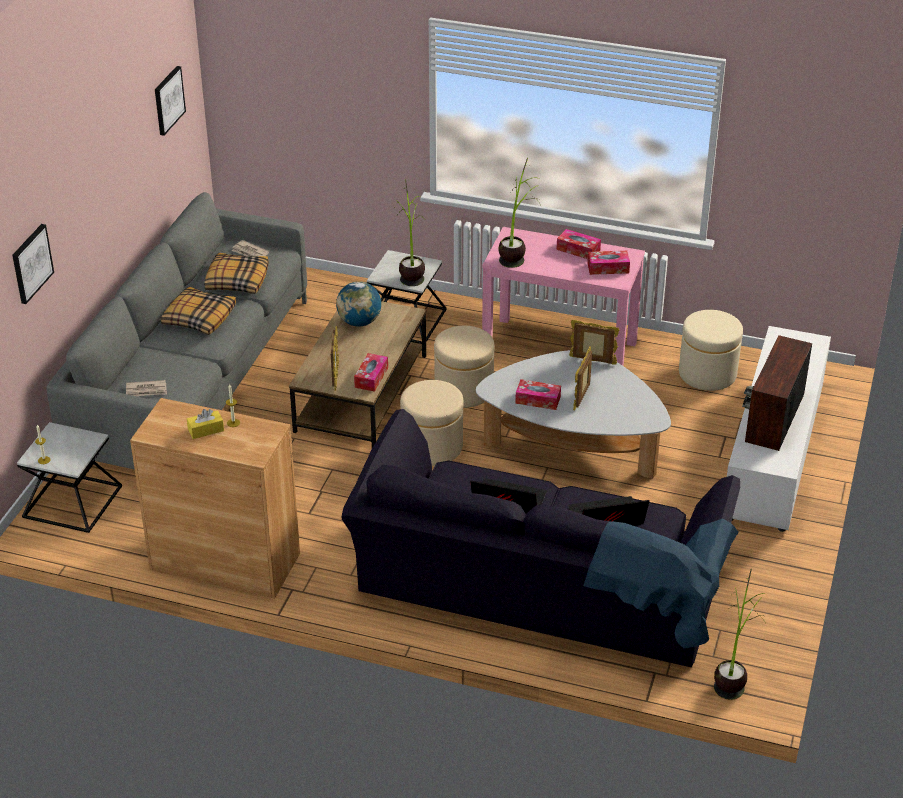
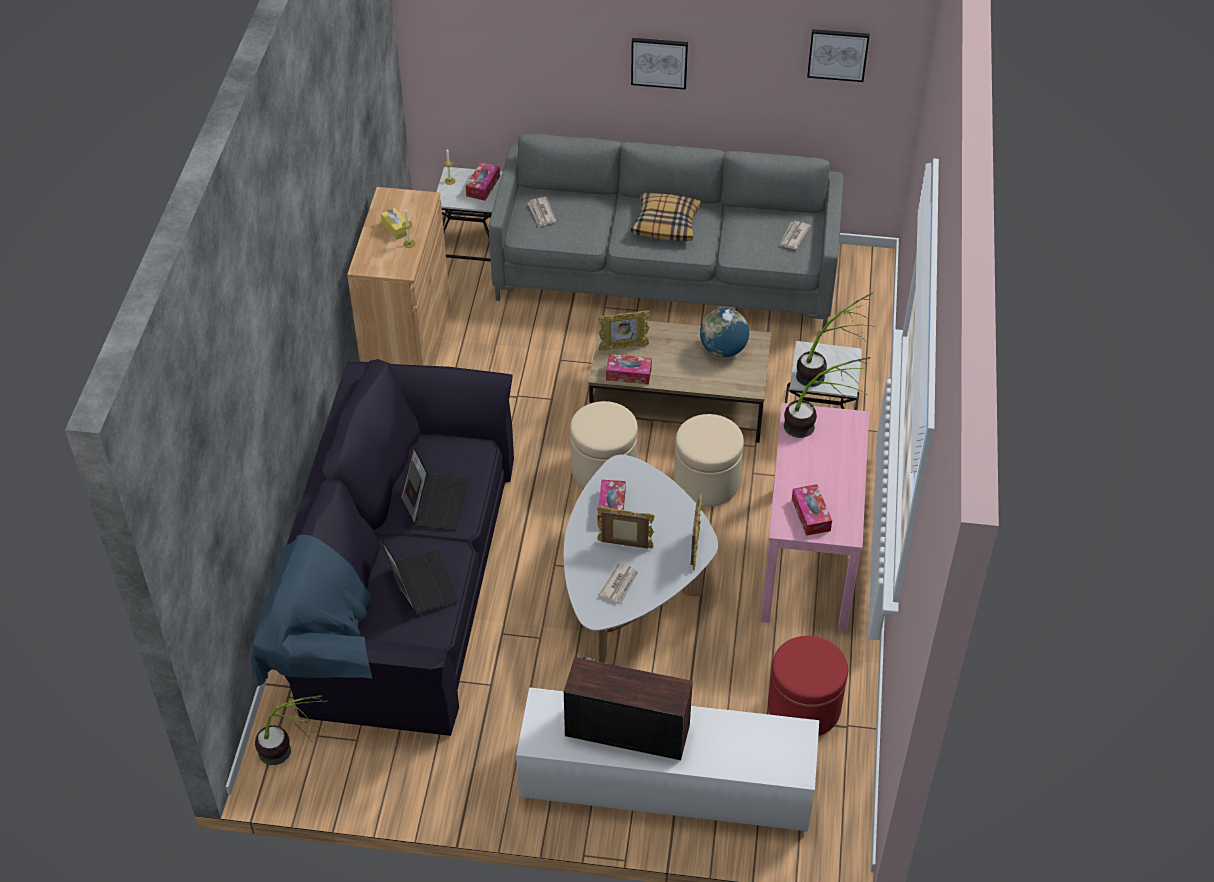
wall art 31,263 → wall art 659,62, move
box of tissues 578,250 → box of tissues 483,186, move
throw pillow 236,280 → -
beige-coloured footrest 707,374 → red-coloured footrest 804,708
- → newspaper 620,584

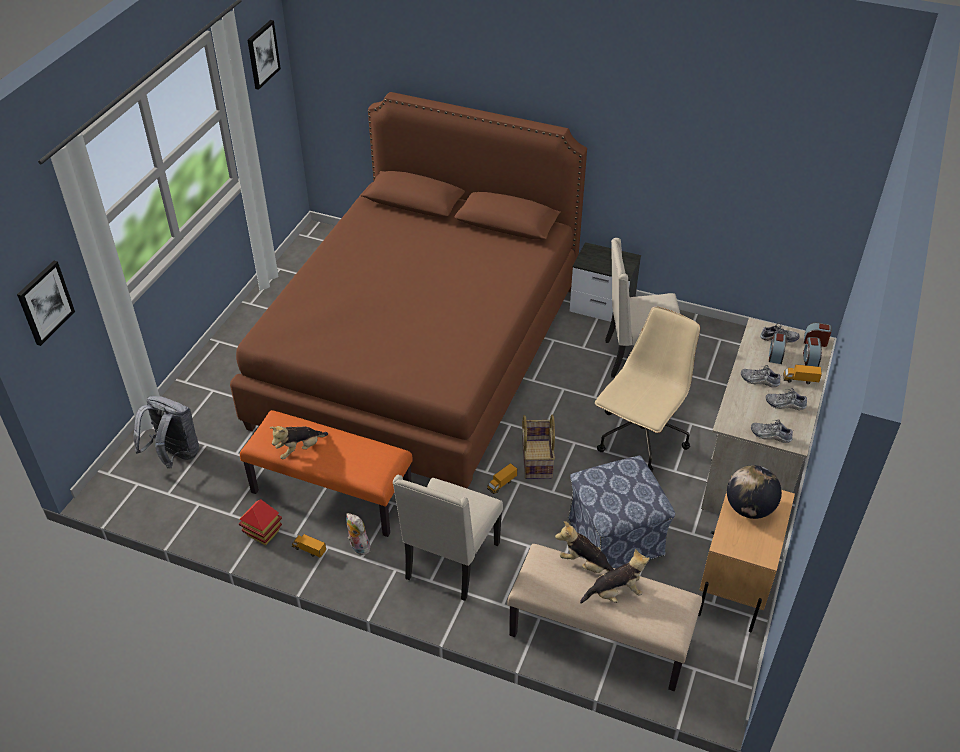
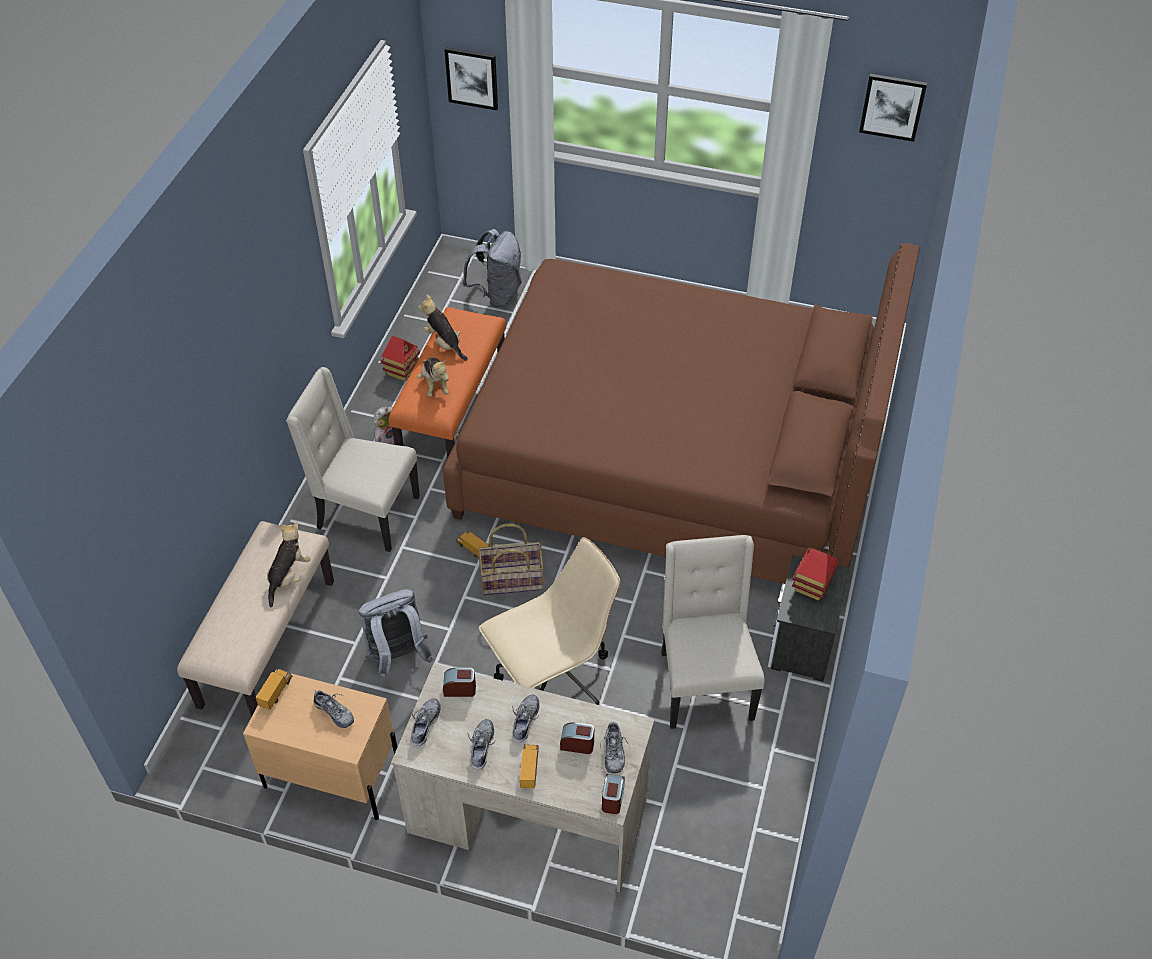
beige-coloured computer chair 640,439 → beige-coloured computer chair 553,684, 60 degrees counterclockwise
bedside clock 810,359 → bedside clock 460,689, move
footrest 616,538 → greyish knapsack 398,658
world globe 749,508 → shoe 334,712
toy truck 309,550 → toy truck 276,693, move
soft toy 615,593 → soft toy 435,384, move
- → toy house 812,586

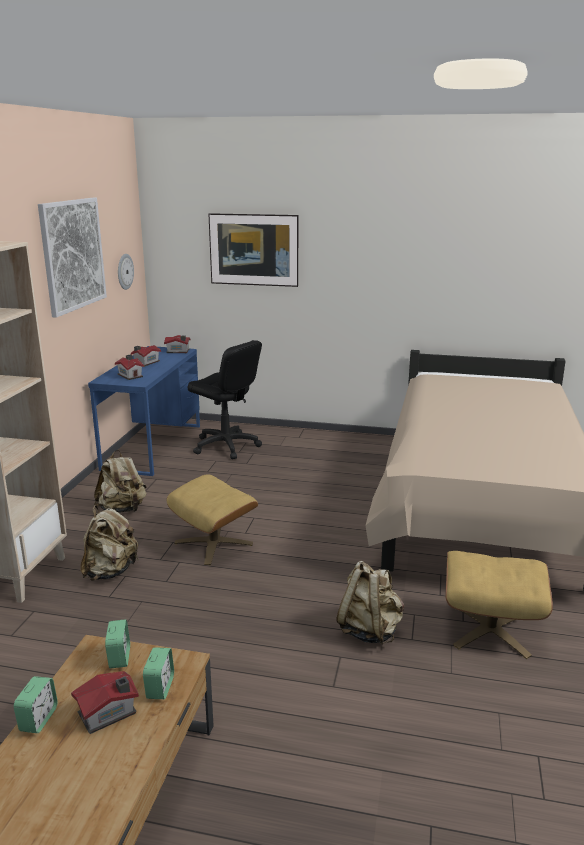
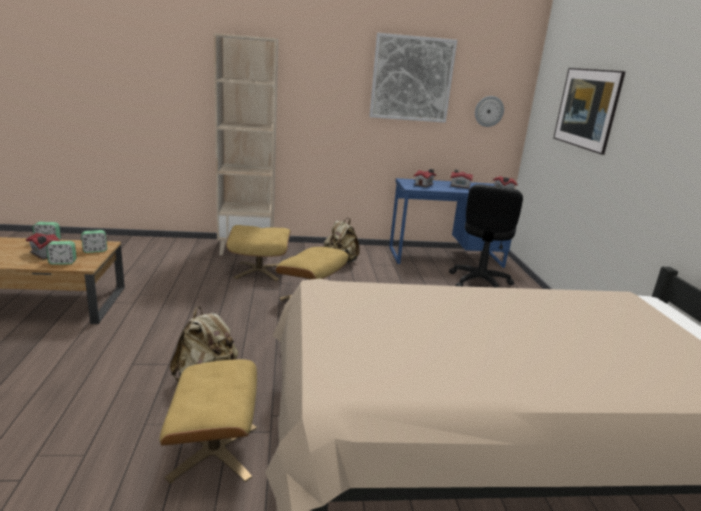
beige-coloured knapsack 110,571 → beige-coloured footrest 259,271

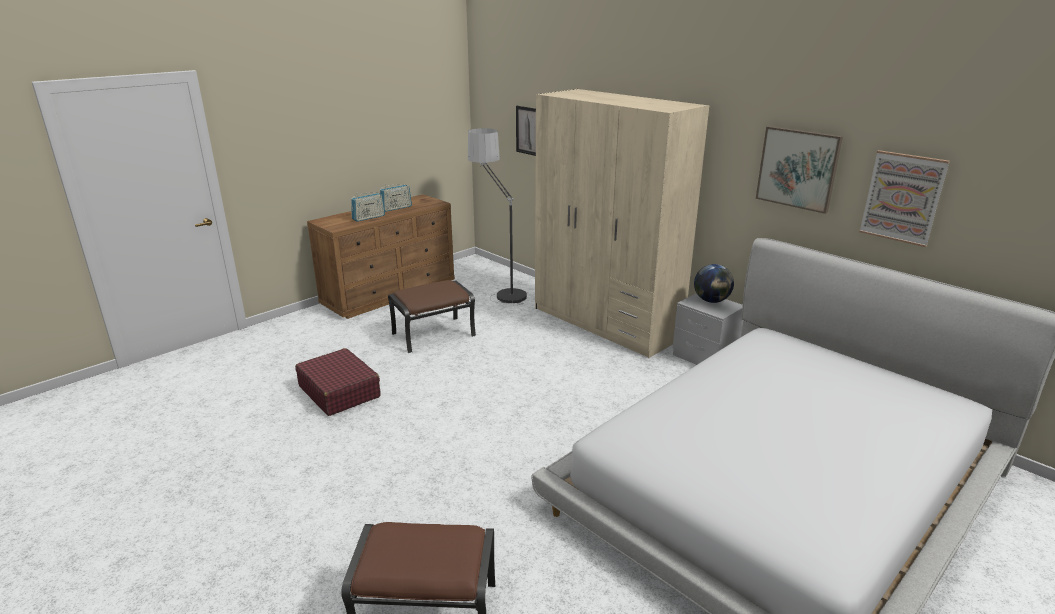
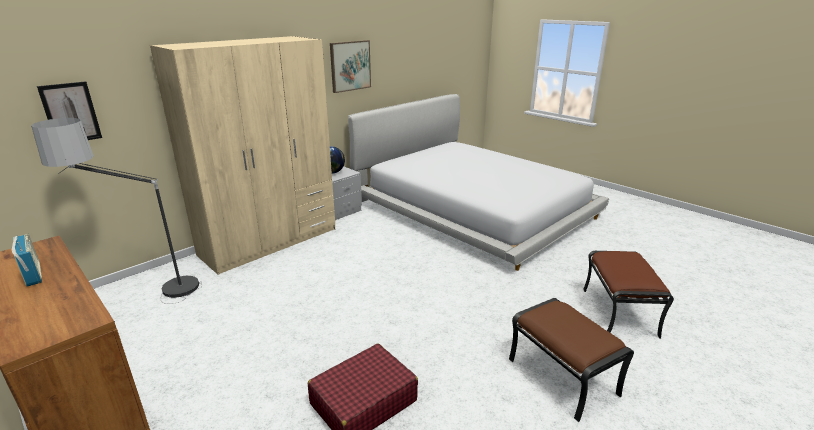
wall art 902,198 → -
radio receiver 368,218 → -
brownish footrest 434,334 → brownish footrest 561,377, move

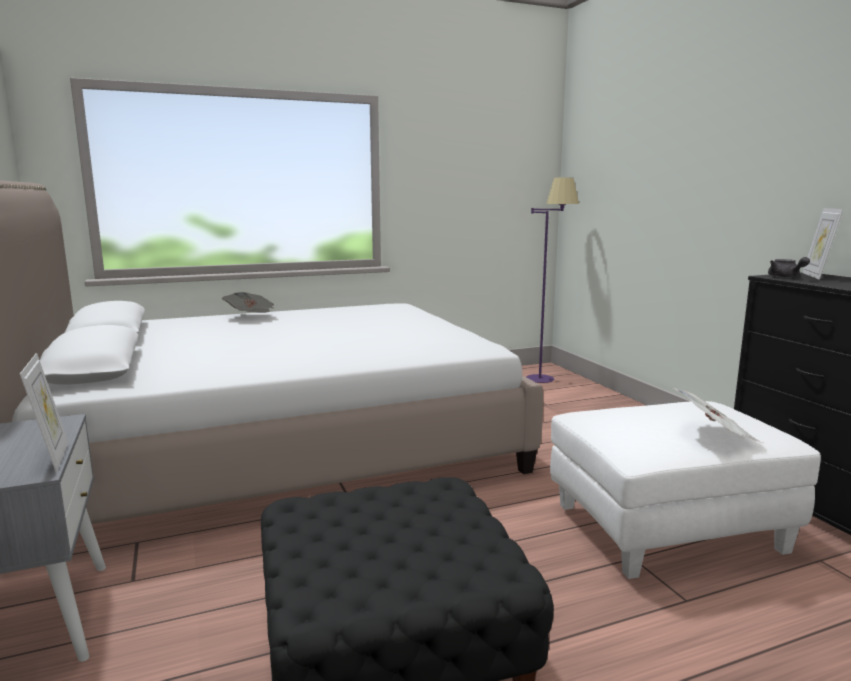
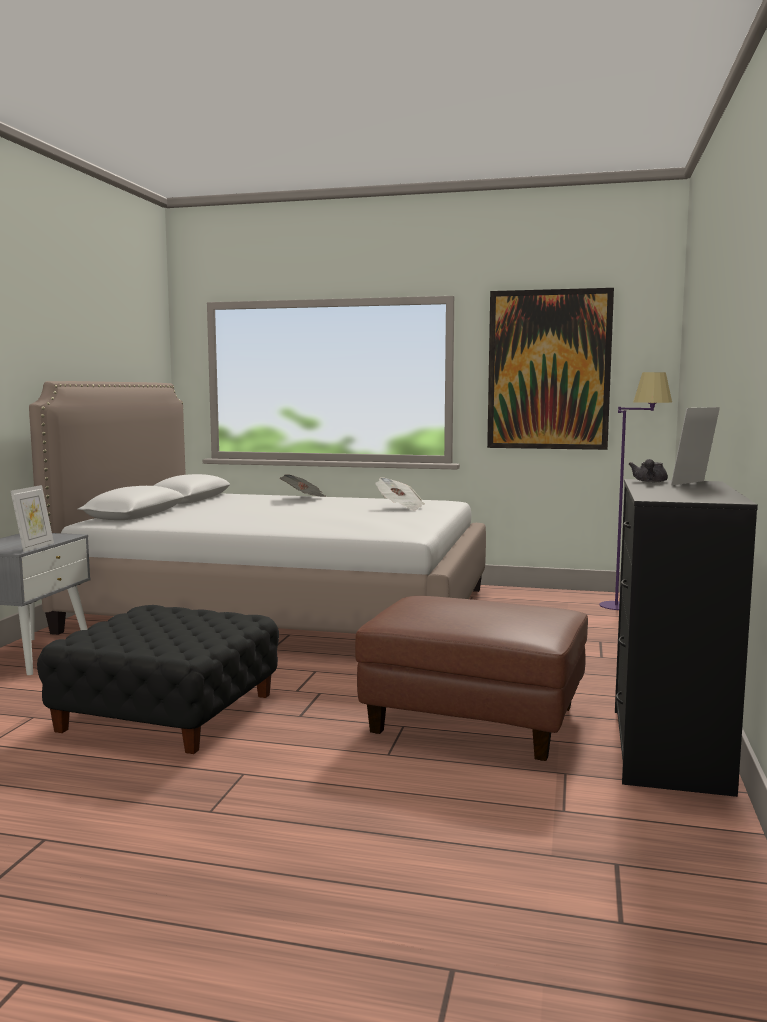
newspaper 715,436 → newspaper 400,507, move
white-coloured footrest 666,529 → brownish footrest 473,721
- → wall art 548,370

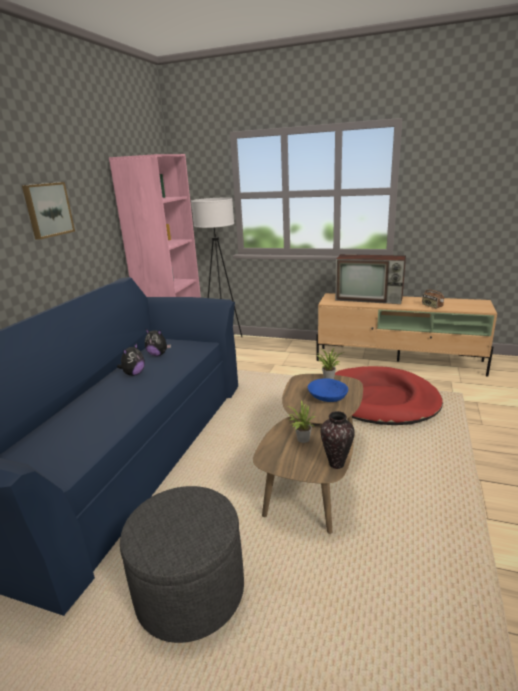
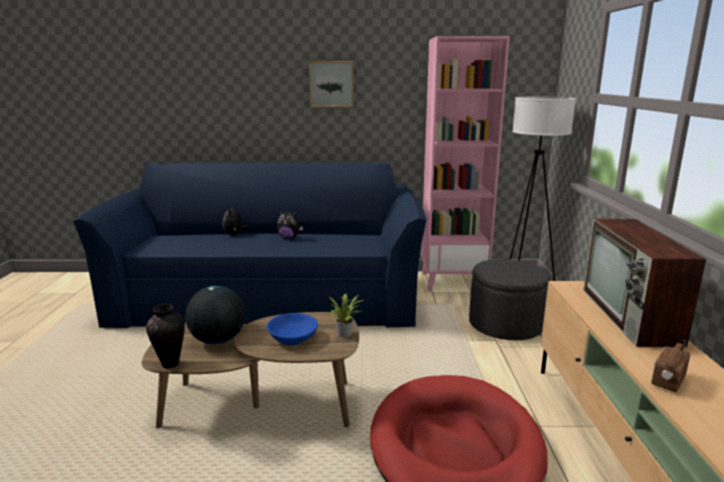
soft toy 158,354 → soft toy 234,234, move
plant in a pot 301,439 → world globe 217,341
greyish footrest 190,590 → greyish footrest 505,325, move

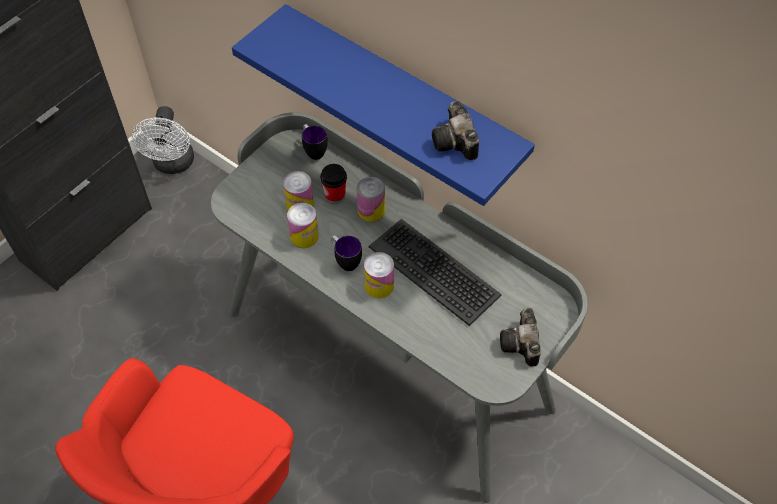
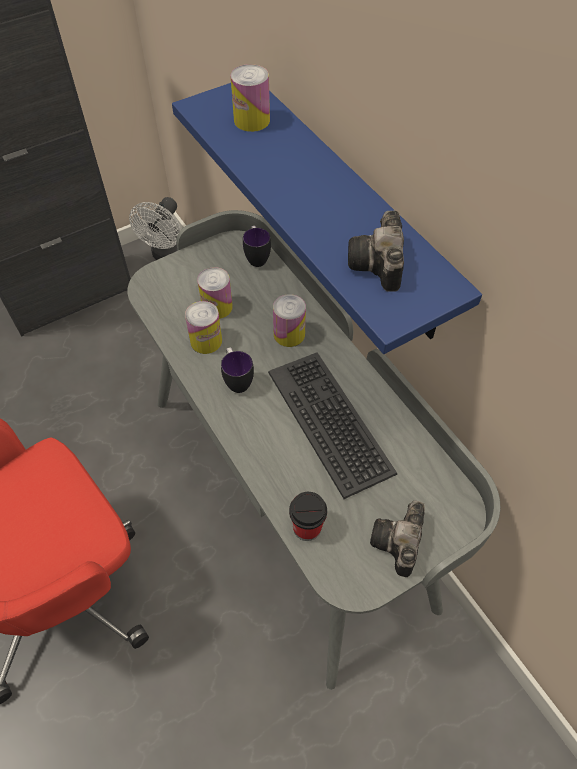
cup 335,195 → cup 307,527, move
sealed can 379,286 → sealed can 252,120, move

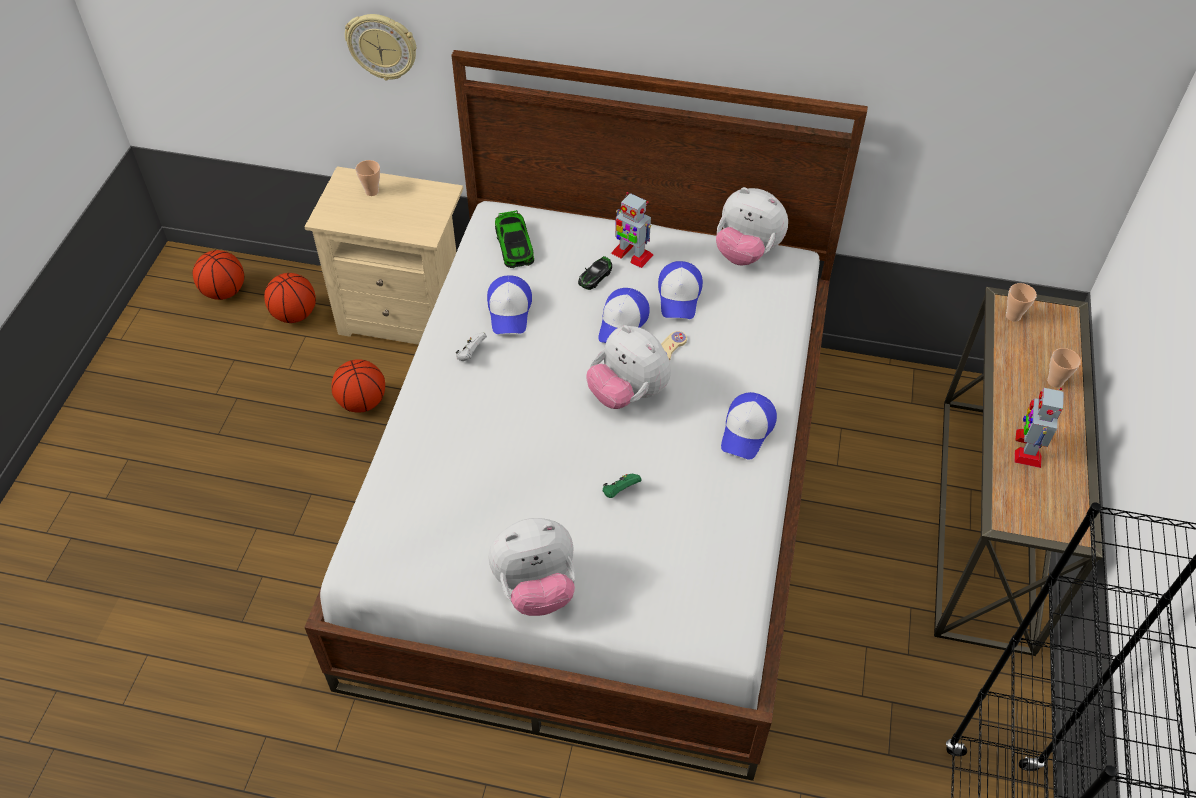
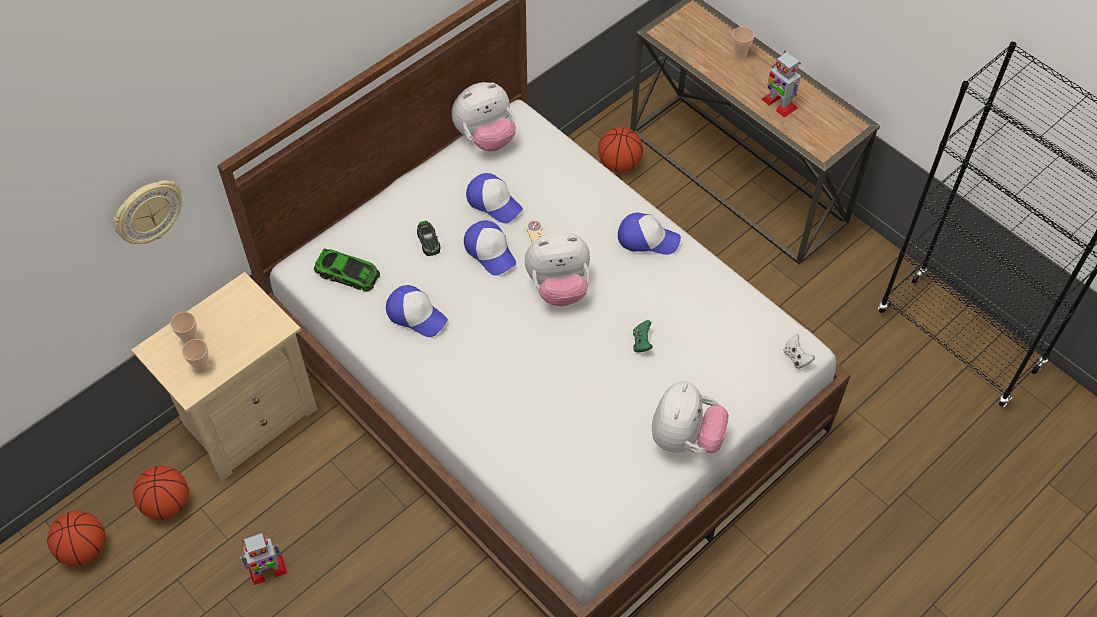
model robot 631,254 → model robot 267,570, move
cup 1013,316 → cup 201,366, move
white-coloured joypad 471,354 → white-coloured joypad 796,357, move
basketball 362,402 → basketball 619,164, move
cap 747,430 → cap 647,238, 45 degrees counterclockwise

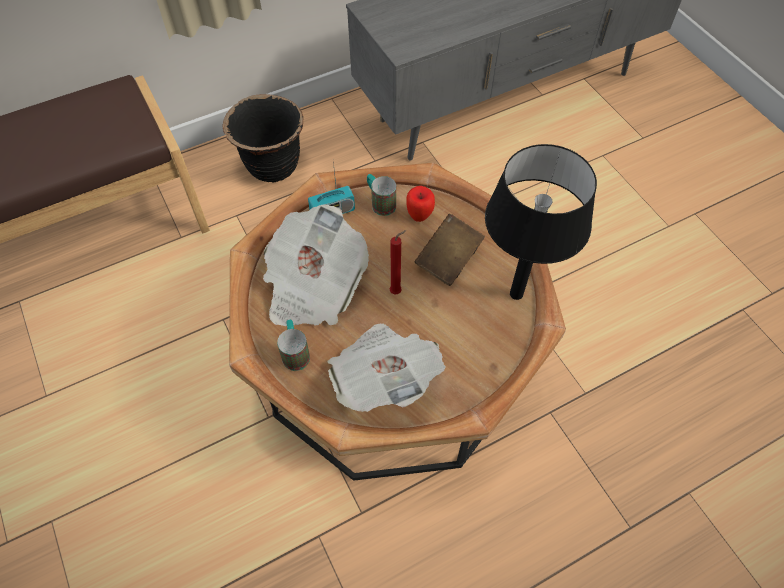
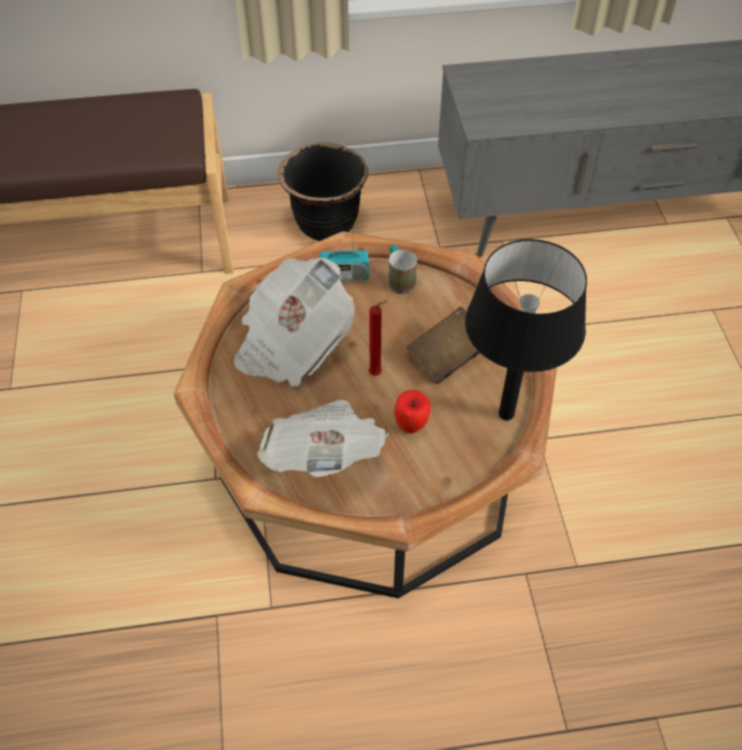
apple fruit 419,216 → apple fruit 411,425, move
mug 295,352 → -

